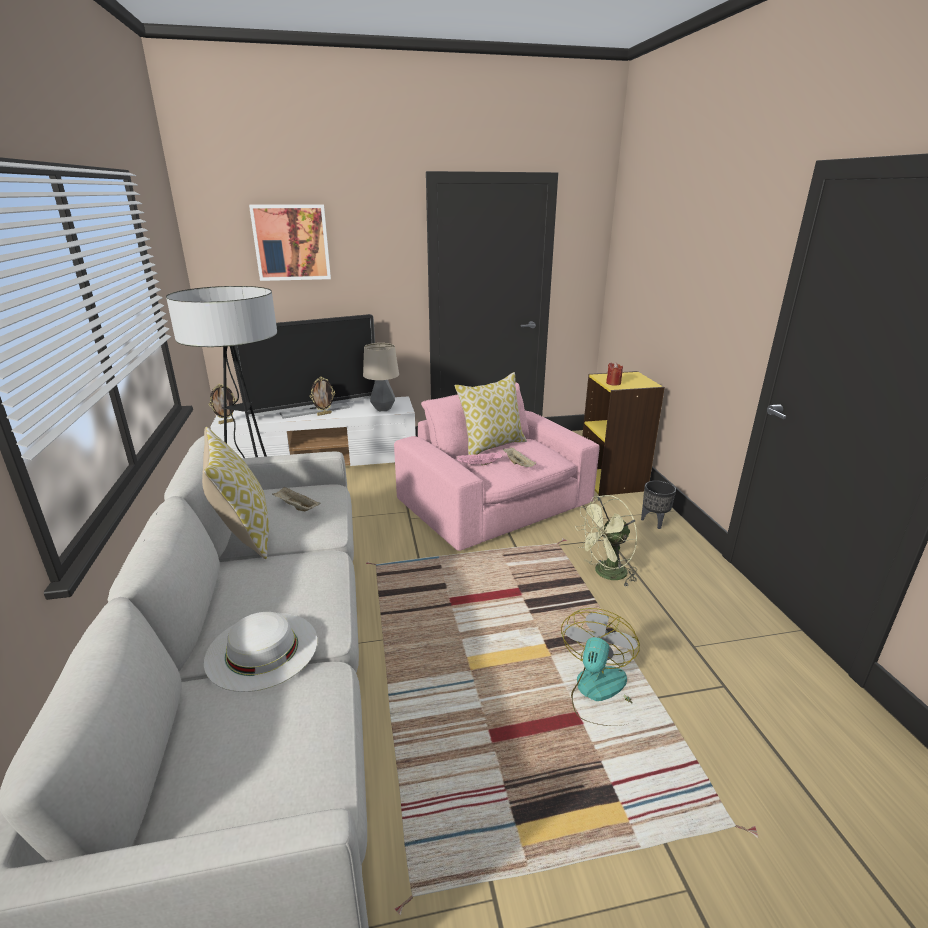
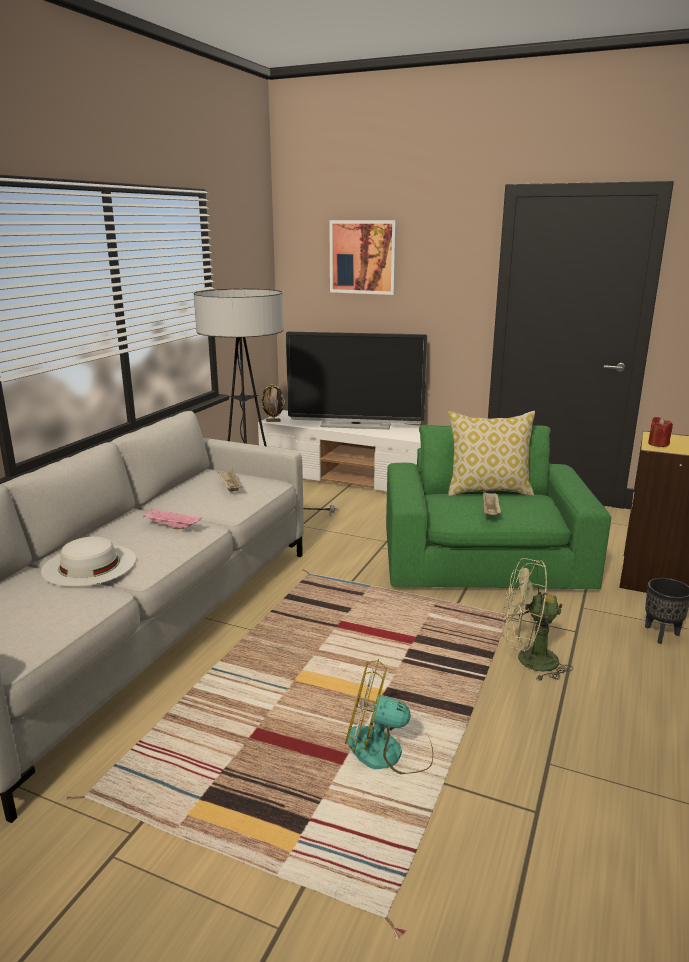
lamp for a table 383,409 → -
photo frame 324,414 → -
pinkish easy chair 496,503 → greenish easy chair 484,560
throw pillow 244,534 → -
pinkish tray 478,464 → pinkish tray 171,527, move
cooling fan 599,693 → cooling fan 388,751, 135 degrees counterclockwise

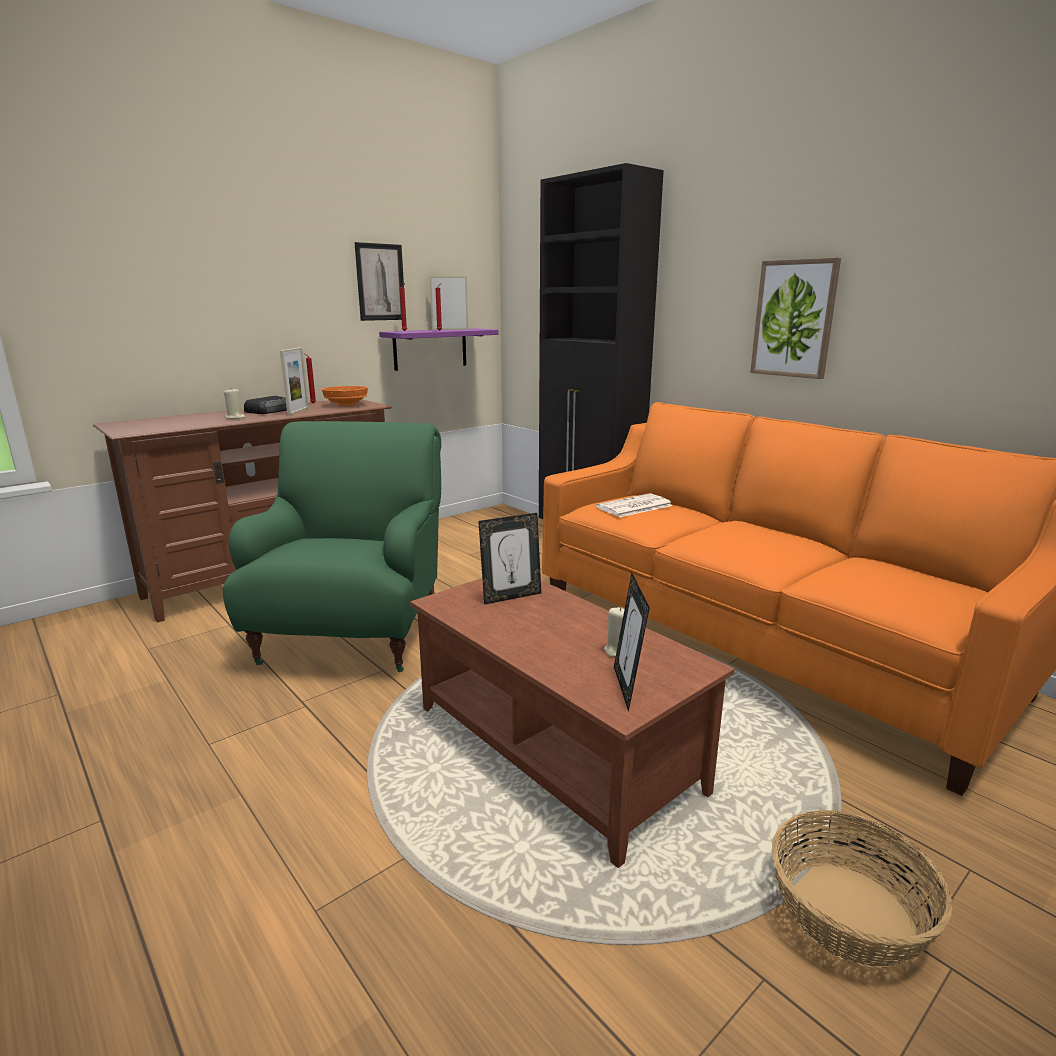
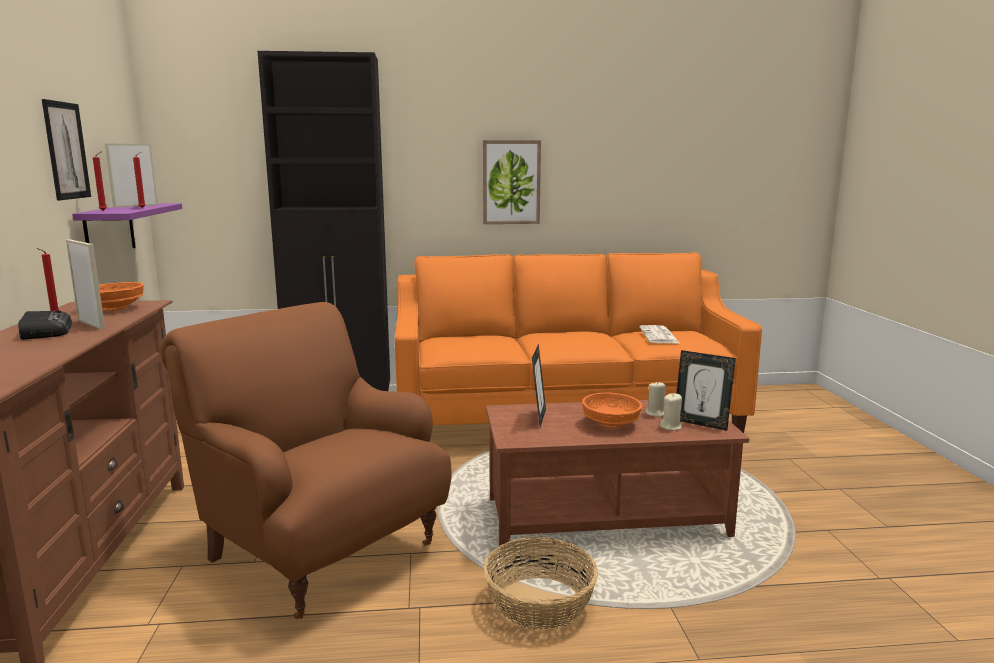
beige-coloured candle 235,417 → beige-coloured candle 671,427, move
greenish easy chair 354,634 → brownish easy chair 320,550
newspaper 634,507 → newspaper 659,336, move
basket 847,913 → basket 539,603, move
- → orangey serving bowl 610,424

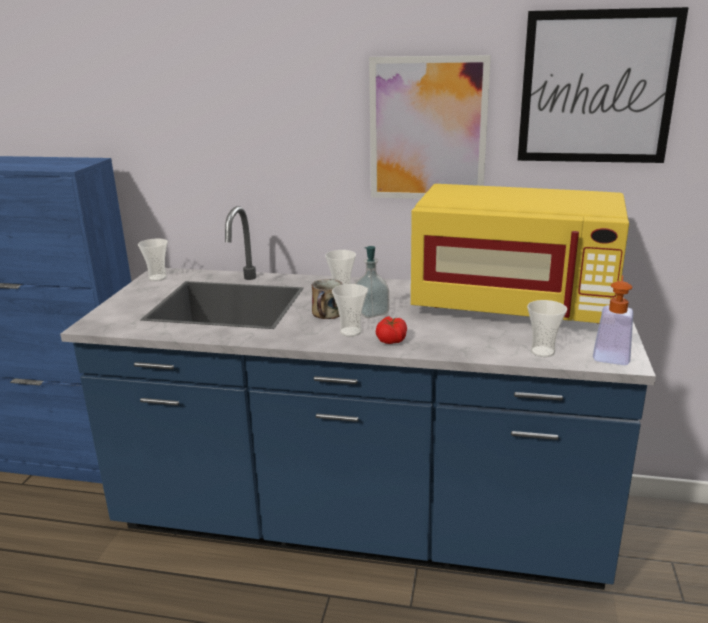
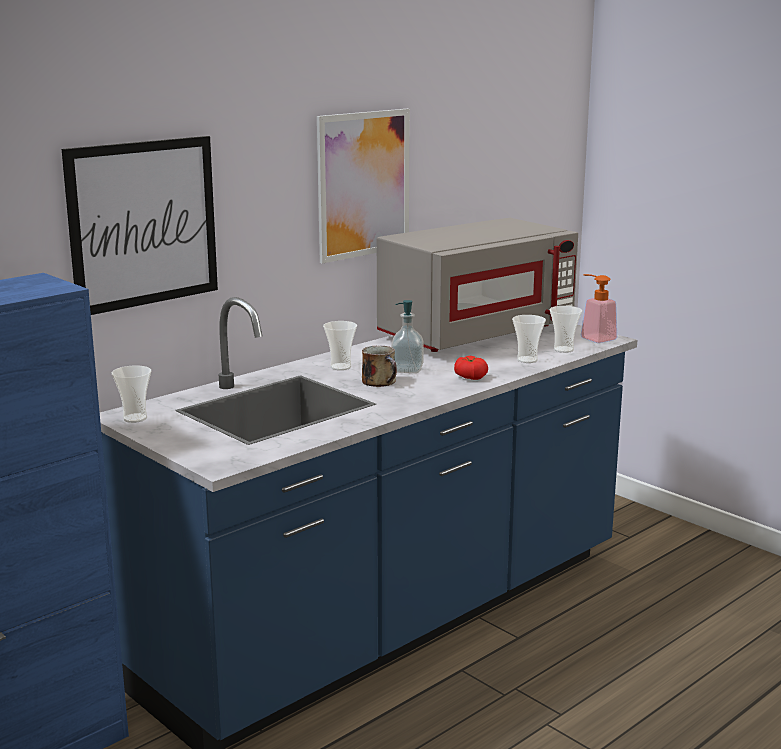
wall art 597,88 → wall art 143,224, move
yellow-coloured kitchen microwave 514,305 → greyish kitchen microwave 475,333
cup 350,332 → cup 527,360, move

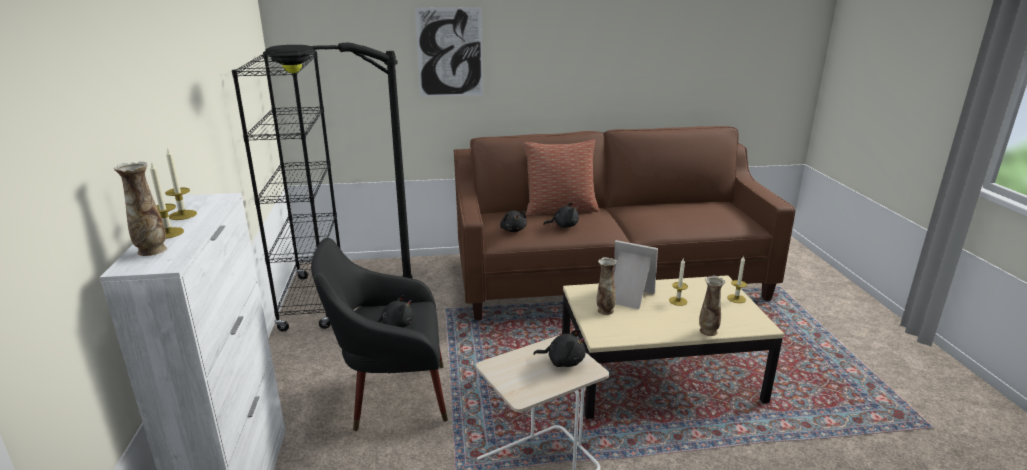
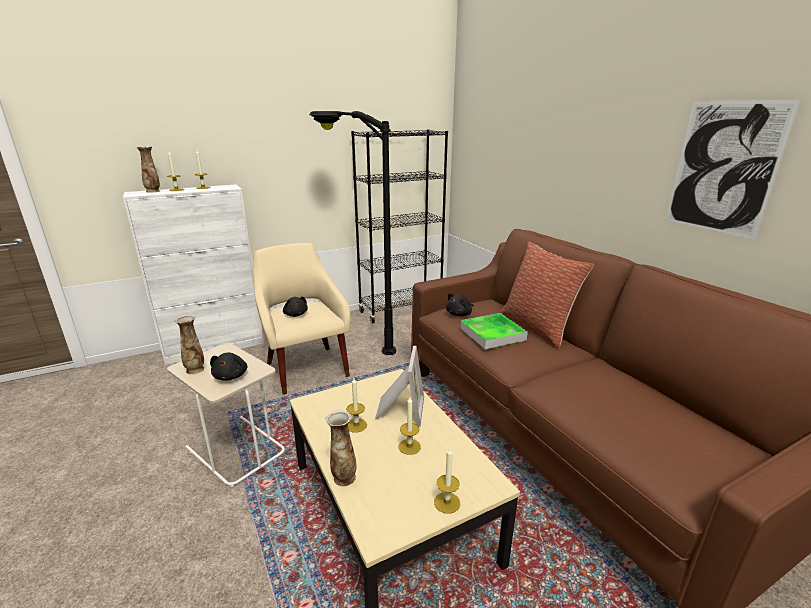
wall art 450,52 → wall art 723,168, move
blackish soft toy 563,226 → tray 492,334
blackish easy chair 391,396 → beige-coloured easy chair 306,366
flower vase 605,310 → flower vase 195,369, move
- → candle 356,425

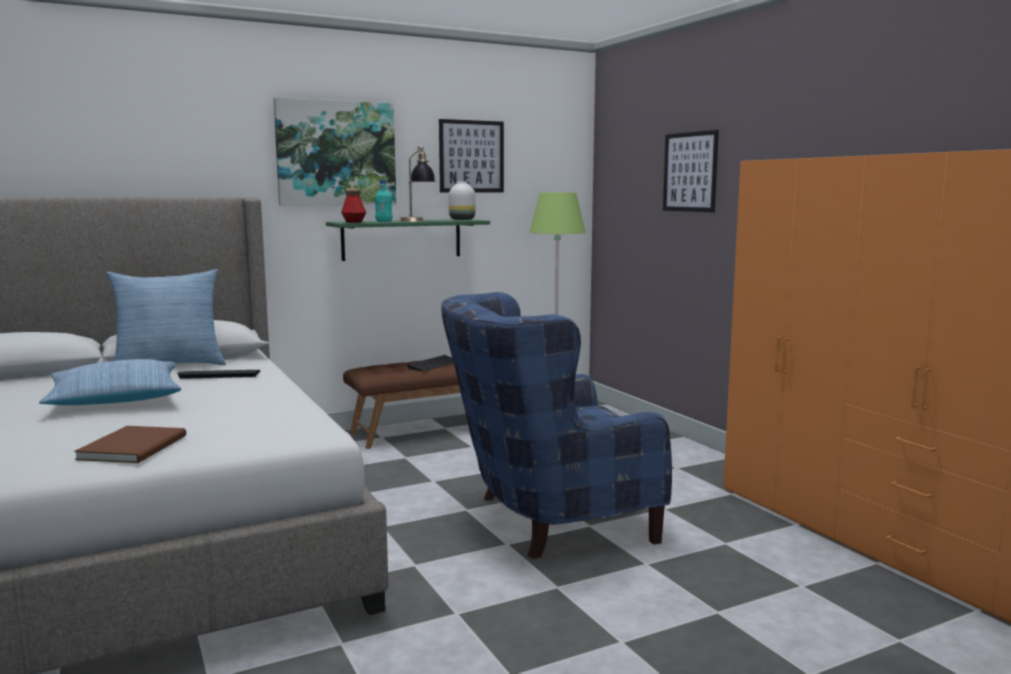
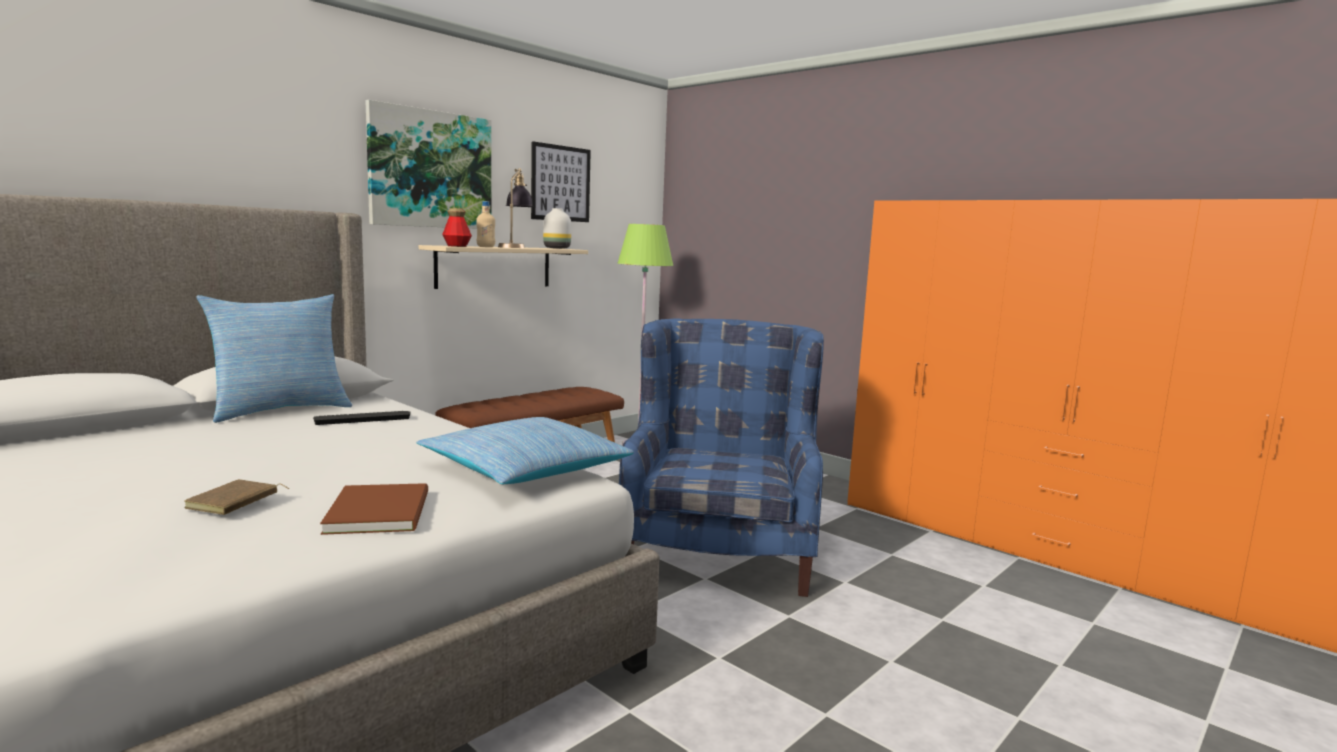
wall art 690,172 → -
blue-green drink bottle 384,221 → beige-coloured drink bottle 485,247
greenish bracket shelf 402,239 → beige-coloured bracket shelf 494,267
bluish easy chair 545,519 → bluish easy chair 719,549, 135 degrees clockwise
computer keyboard 433,365 → -
throw pillow 115,398 → throw pillow 524,469, move
- → brownish volume 234,502

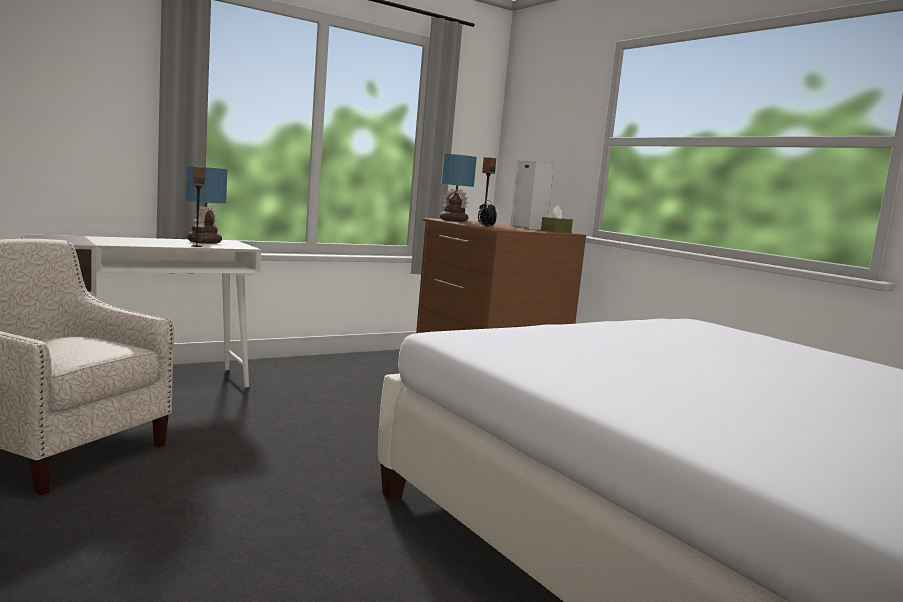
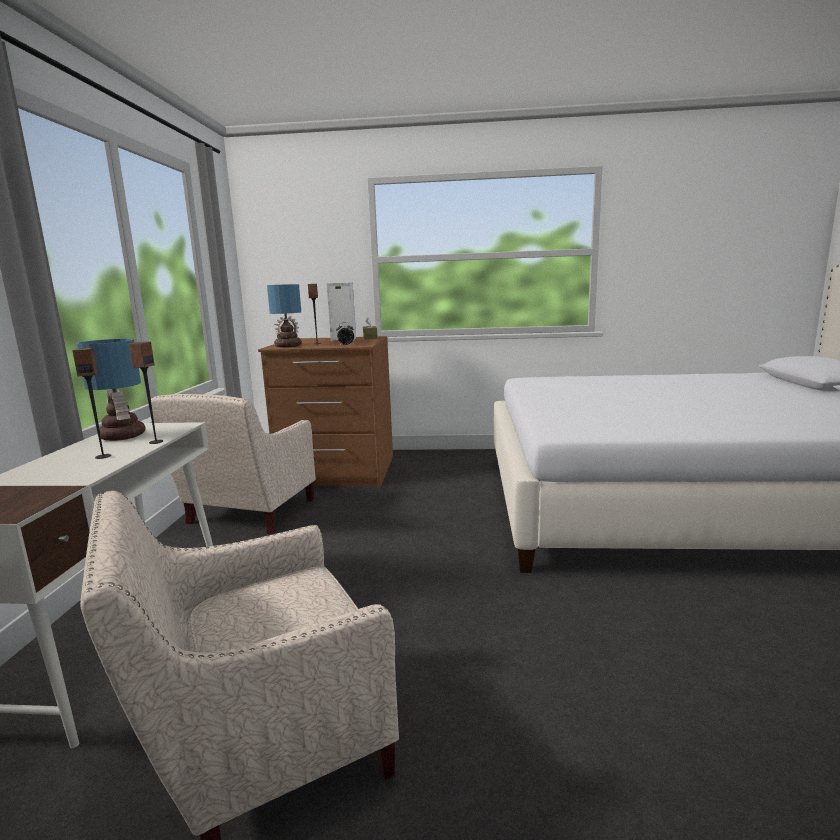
- → audio speaker 103,456
- → beige-coloured easy chair 247,515

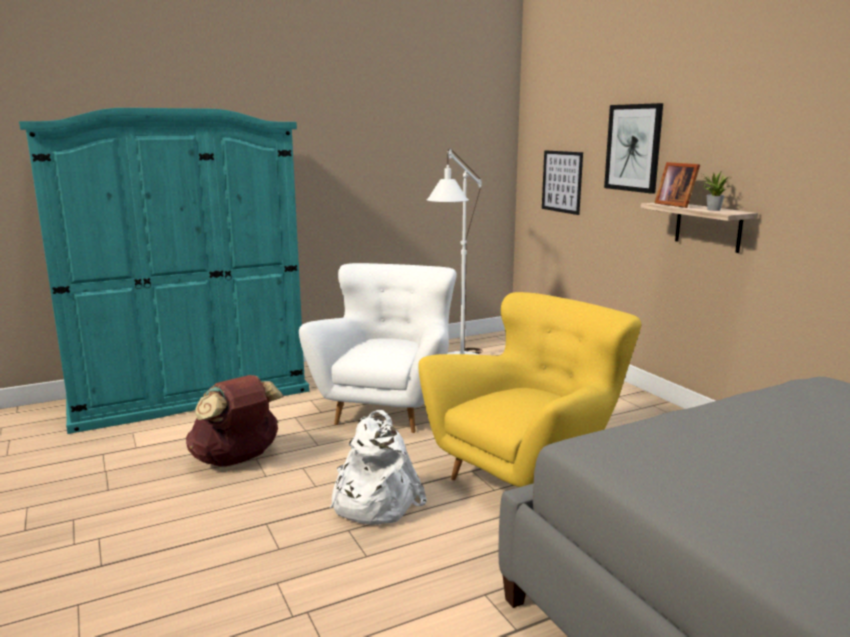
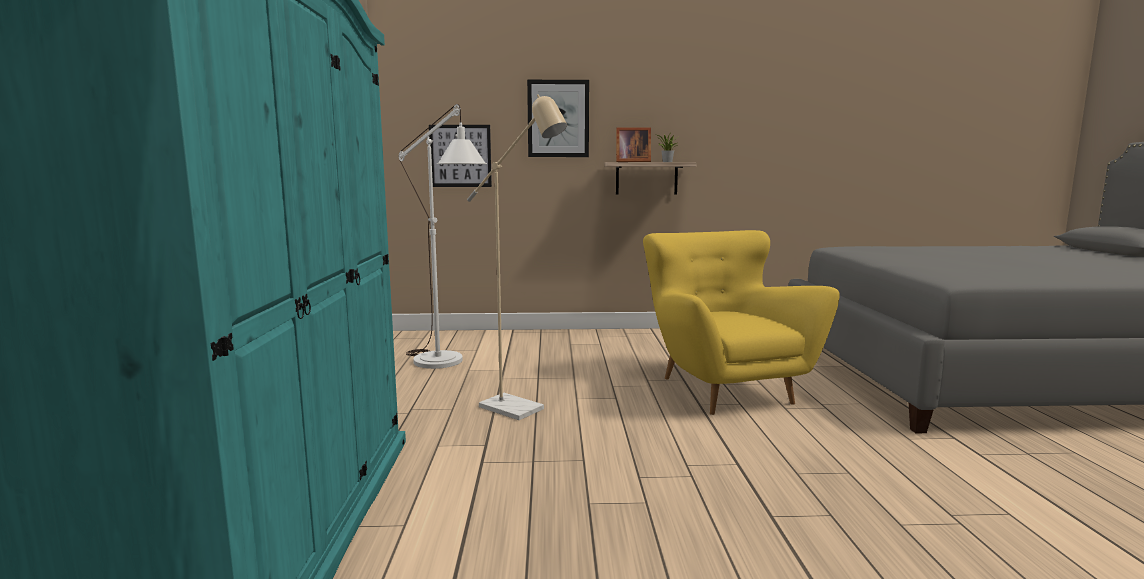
white-coloured easy chair 388,408 → beige-coloured floor lamp 520,410
brownish knapsack 237,460 → -
white-coloured knapsack 372,502 → -

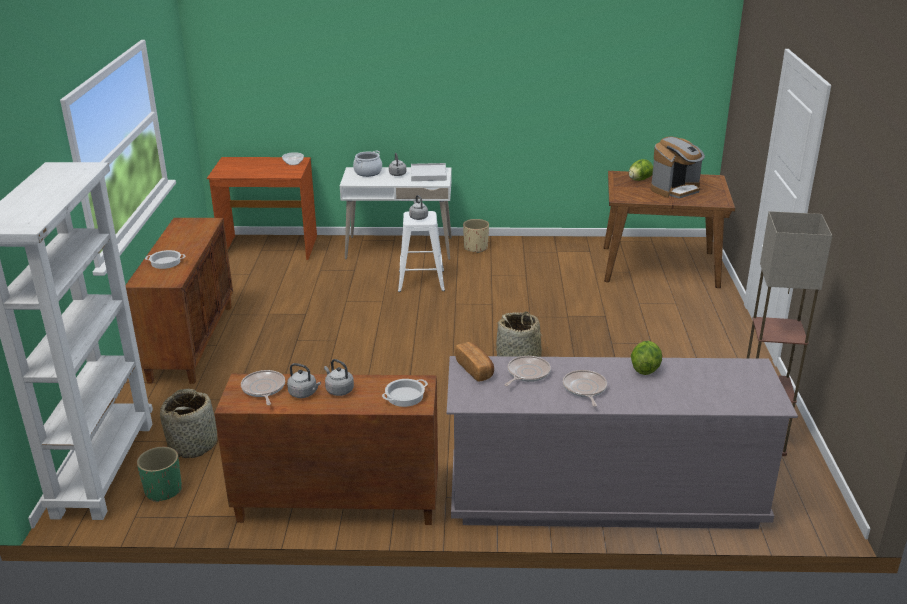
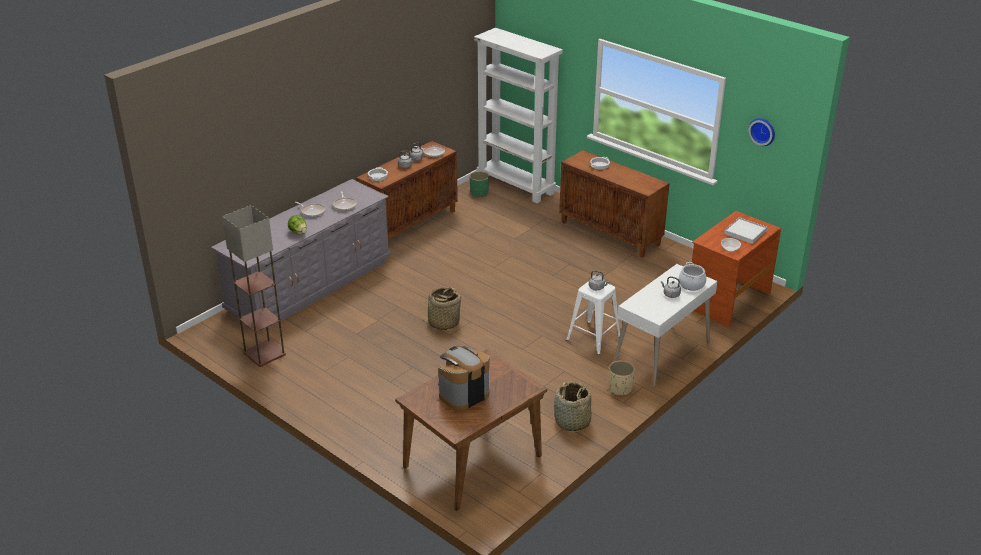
coffee machine 675,190 → coffee machine 463,394, 45 degrees clockwise
lettuce 639,180 → -
white-coloured tray 428,174 → white-coloured tray 745,232, move
bread 475,369 → -
basket 193,444 → basket 572,421, move
- → clock on the wall 763,131

